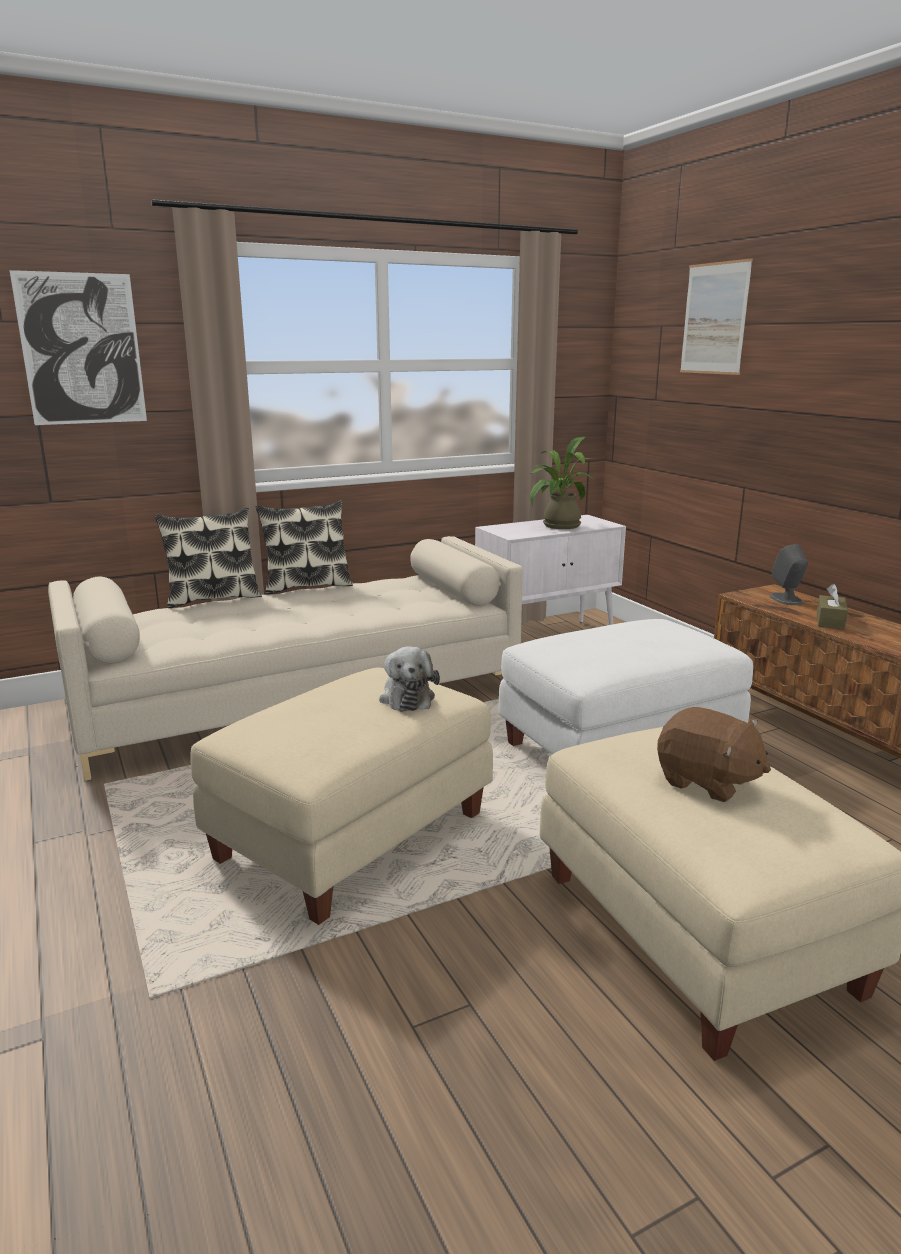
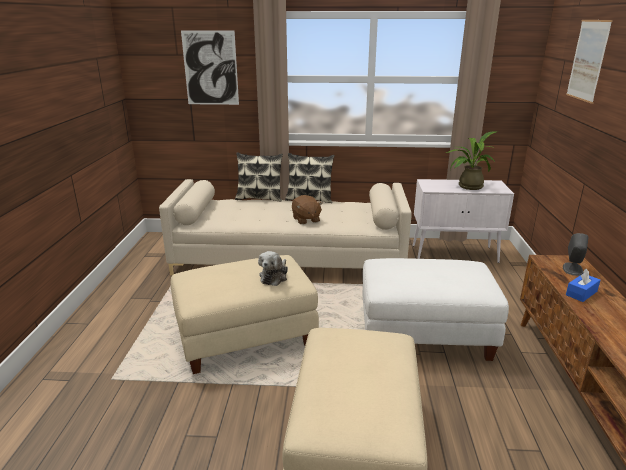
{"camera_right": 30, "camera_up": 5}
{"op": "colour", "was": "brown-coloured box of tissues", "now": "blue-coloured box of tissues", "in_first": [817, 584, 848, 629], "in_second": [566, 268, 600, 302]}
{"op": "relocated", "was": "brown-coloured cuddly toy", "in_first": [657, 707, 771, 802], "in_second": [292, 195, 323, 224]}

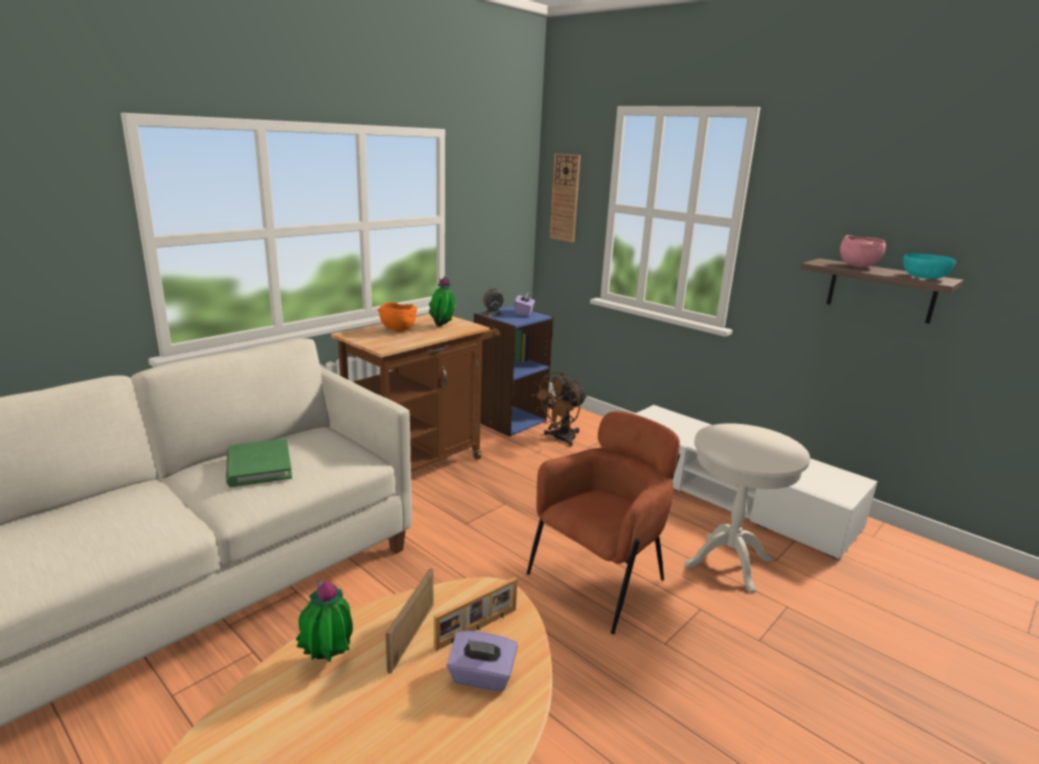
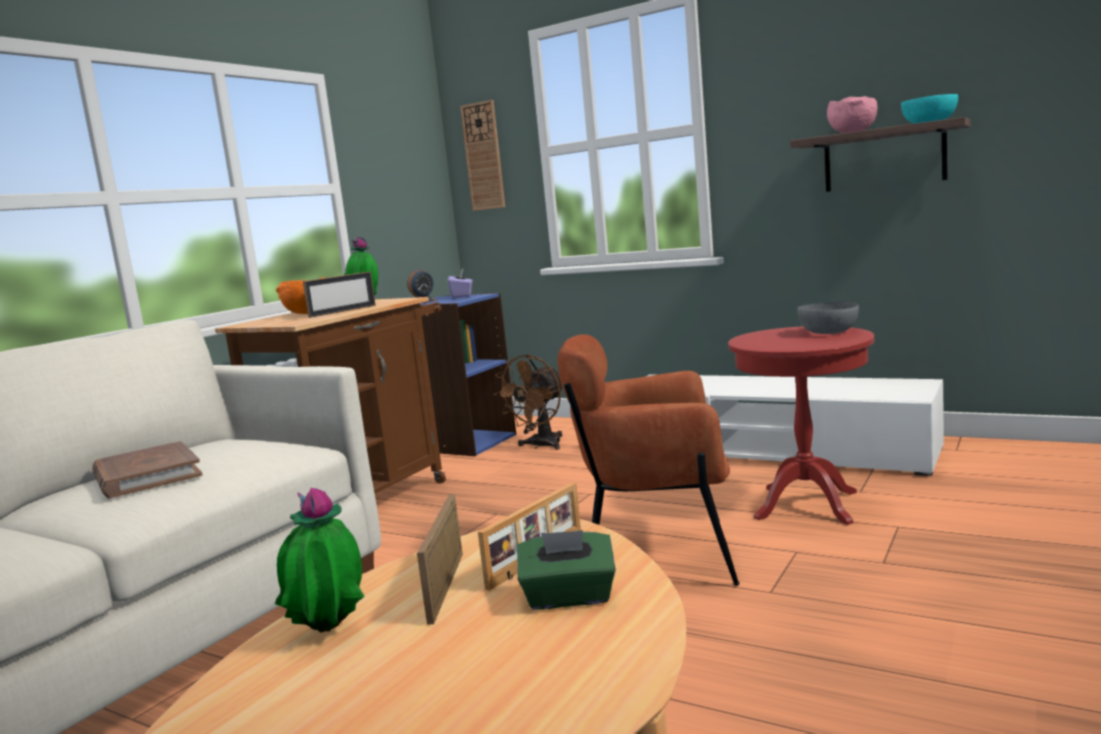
{"camera_right": -10, "camera_up": -10}
{"op": "spun", "was": "brown-coloured easy chair", "in_first": [526, 411, 680, 634], "in_second": [558, 334, 740, 586], "clockwise": -120}
{"op": "colour", "was": "whitish end table", "now": "red end table", "in_first": [684, 423, 810, 593], "in_second": [728, 326, 874, 525]}
{"op": "colour", "was": "green-coloured bound book", "now": "brown-coloured bound book", "in_first": [226, 438, 292, 487], "in_second": [92, 441, 203, 499]}
{"op": "colour", "was": "purple box of tissues", "now": "green-coloured box of tissues", "in_first": [447, 631, 518, 691], "in_second": [517, 530, 616, 610]}
{"op": "appeared", "now": "standing frame", "in_second": [303, 271, 376, 318]}
{"op": "appeared", "now": "grey bowl", "in_second": [797, 302, 859, 334]}

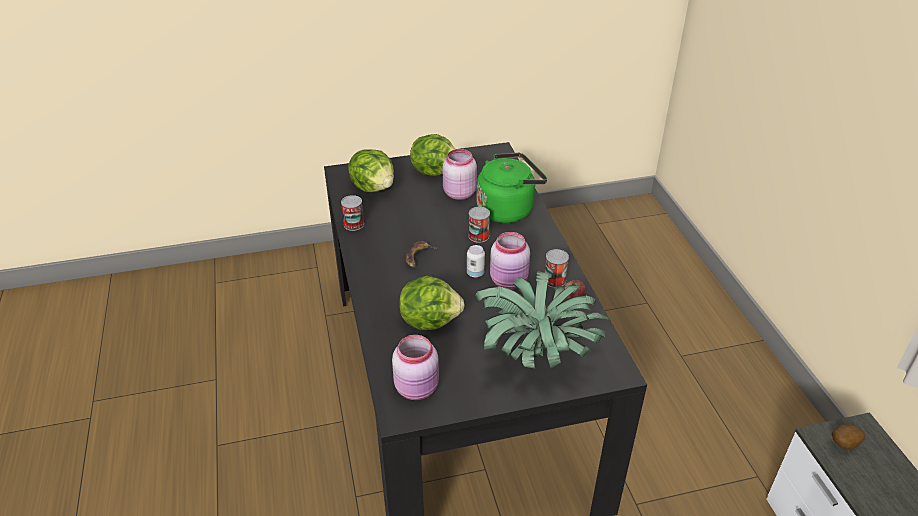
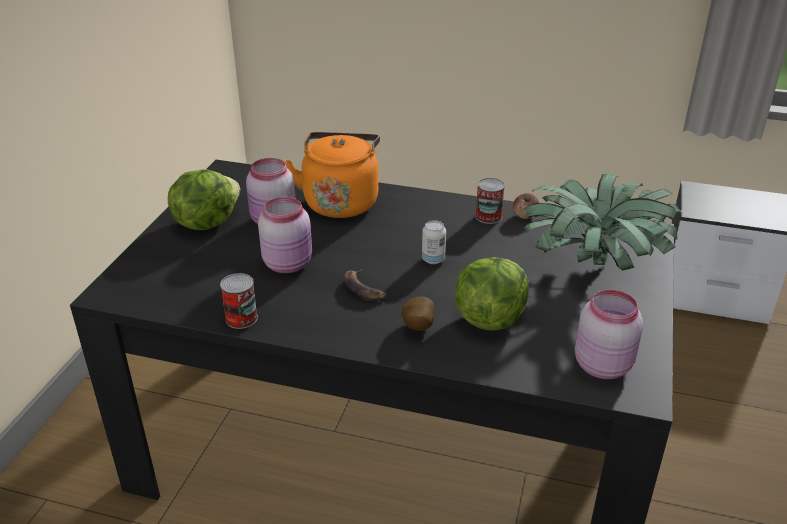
{"camera_right": -60, "camera_up": -5}
{"op": "missing", "was": "lettuce head", "in_first": [348, 149, 394, 192]}
{"op": "colour", "was": "green-coloured tea kettle", "now": "orange-coloured tea kettle", "in_first": [477, 153, 547, 223], "in_second": [285, 132, 380, 218]}
{"op": "missing", "was": "can", "in_first": [469, 207, 490, 243]}
{"op": "relocated", "was": "pink-coloured storage jar", "in_first": [490, 232, 530, 289], "in_second": [258, 197, 312, 273]}
{"op": "relocated", "was": "spud", "in_first": [832, 424, 865, 449], "in_second": [401, 296, 435, 330]}

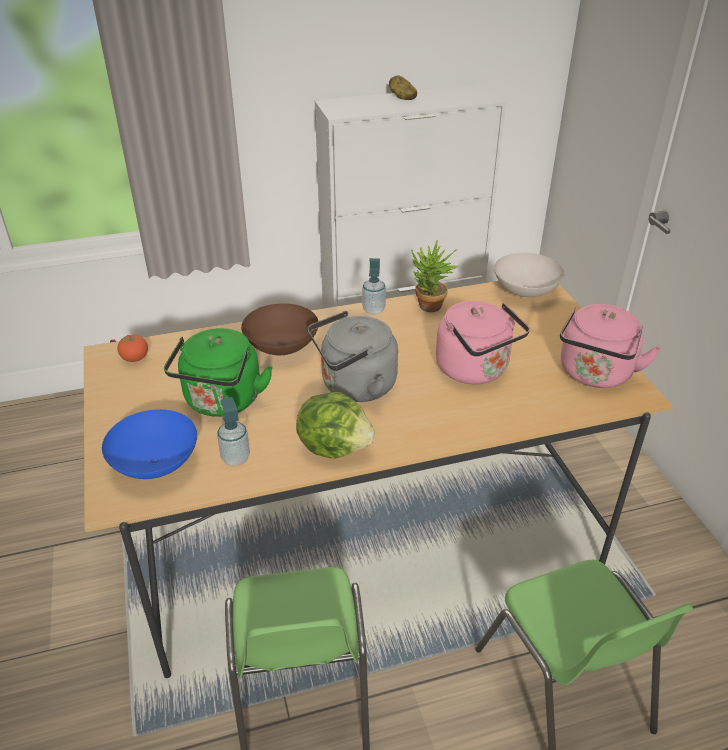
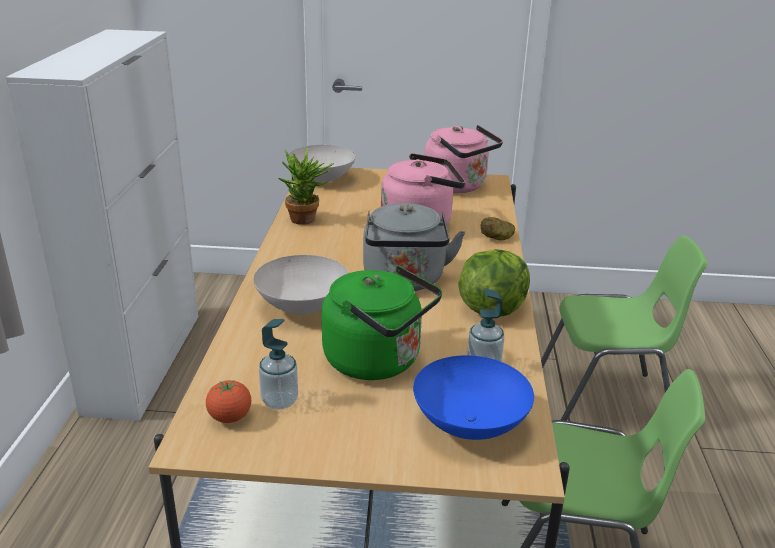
{"camera_right": -70, "camera_up": -10}
{"op": "relocated", "was": "spud", "in_first": [389, 75, 417, 100], "in_second": [481, 217, 515, 240]}
{"op": "relocated", "was": "liquid soap bottle", "in_first": [362, 258, 386, 315], "in_second": [259, 319, 298, 410]}
{"op": "colour", "was": "brown-coloured bowl", "now": "whitish bowl", "in_first": [241, 303, 318, 355], "in_second": [253, 255, 349, 315]}

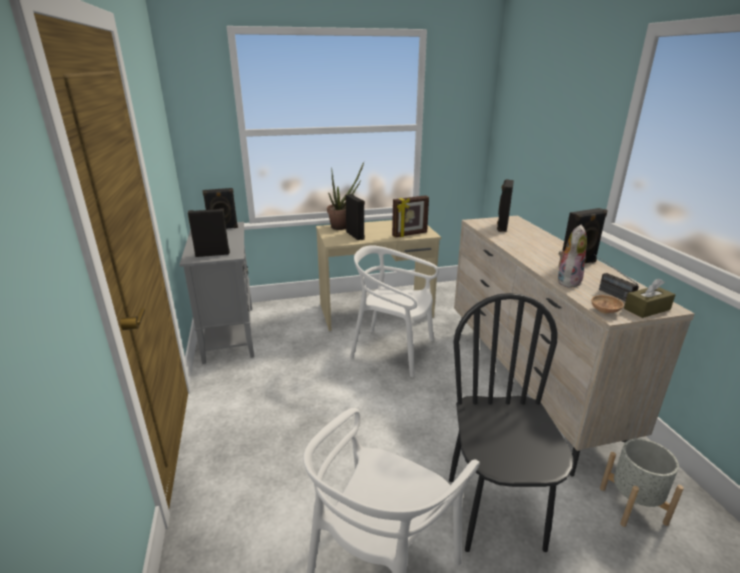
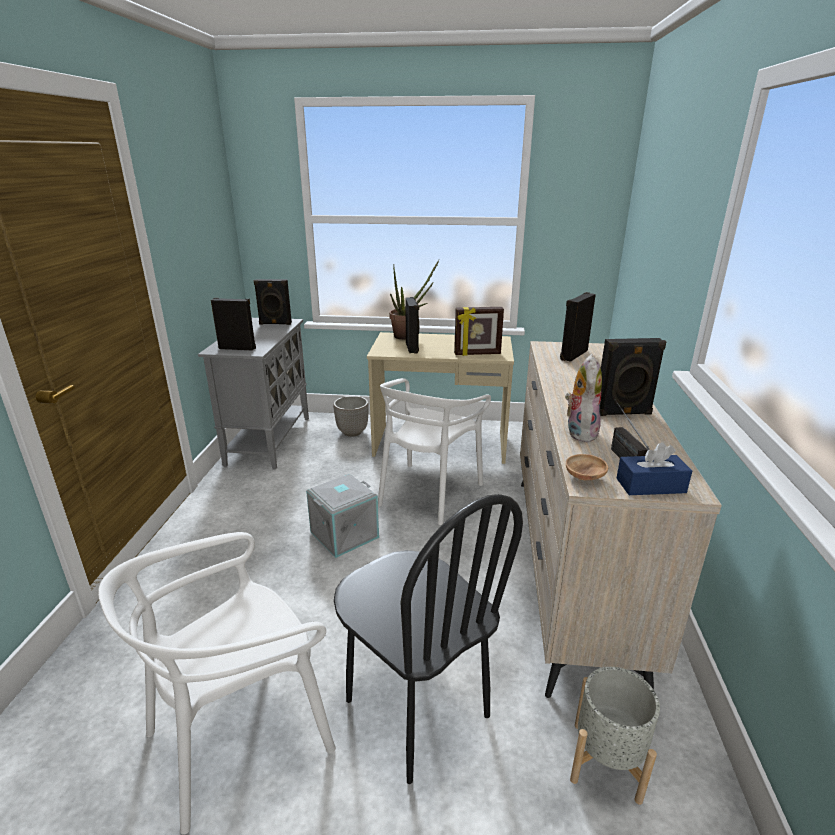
{"camera_right": 20, "camera_up": 0}
{"op": "spun", "was": "cuddly toy", "in_first": [558, 225, 587, 288], "in_second": [565, 354, 602, 442], "clockwise": -45}
{"op": "spun", "was": "whitish upright chair", "in_first": [350, 245, 439, 377], "in_second": [378, 378, 491, 525], "clockwise": -105}
{"op": "colour", "was": "brown-coloured box of tissues", "now": "blue-coloured box of tissues", "in_first": [624, 278, 675, 318], "in_second": [616, 442, 692, 495]}
{"op": "spun", "was": "blackish upright chair", "in_first": [449, 293, 574, 552], "in_second": [334, 494, 523, 784], "clockwise": 120}
{"op": "appeared", "now": "plant pot", "in_second": [333, 396, 369, 437]}
{"op": "appeared", "now": "grey storage bin", "in_second": [306, 474, 379, 558]}

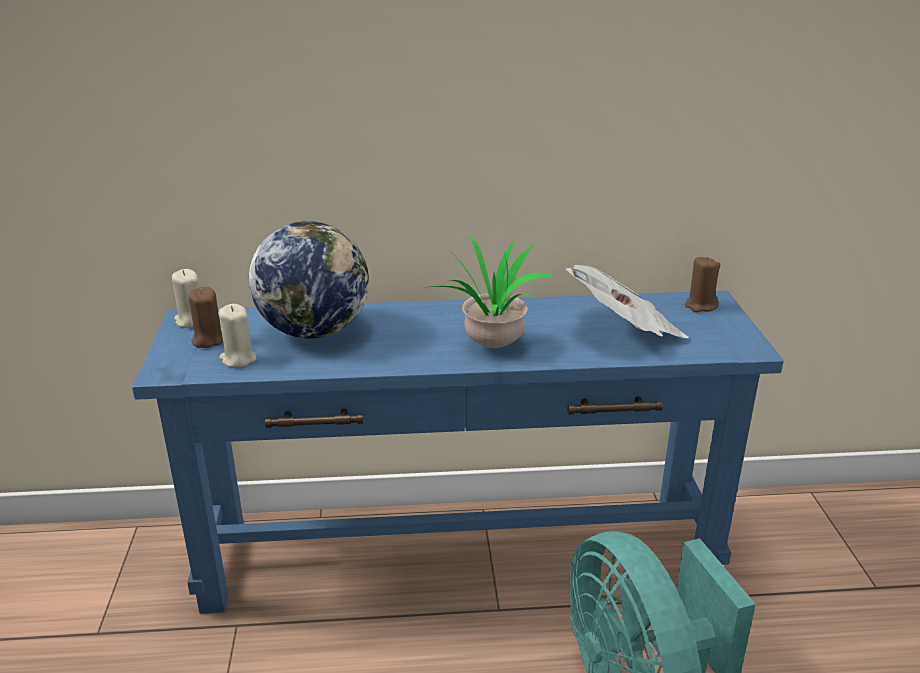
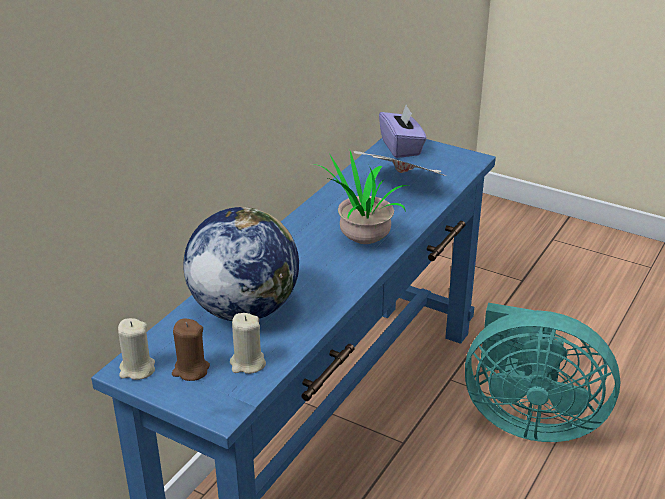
{"camera_right": -55, "camera_up": 5}
{"op": "exchanged", "was": "brown-coloured wax light", "now": "purple box of tissues", "in_first": [685, 256, 720, 313], "in_second": [379, 105, 427, 158]}

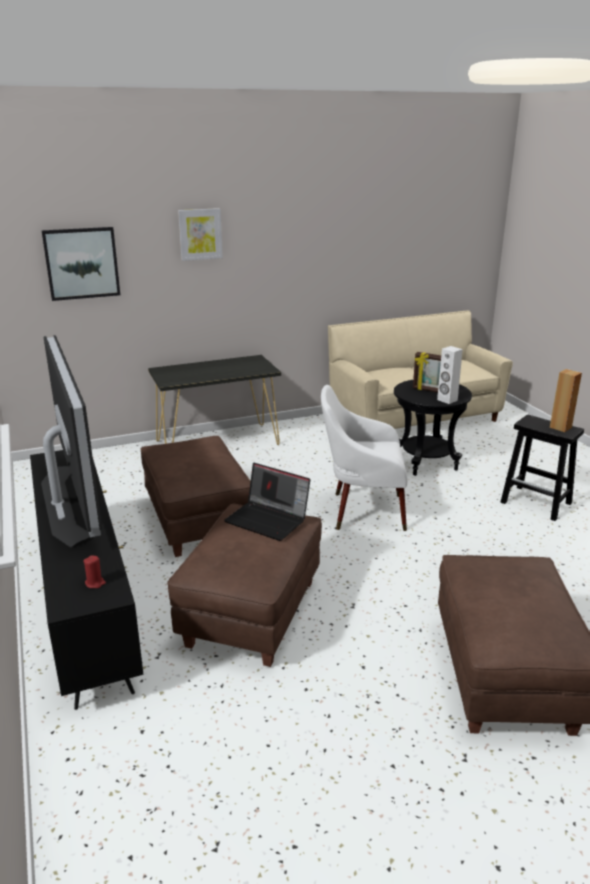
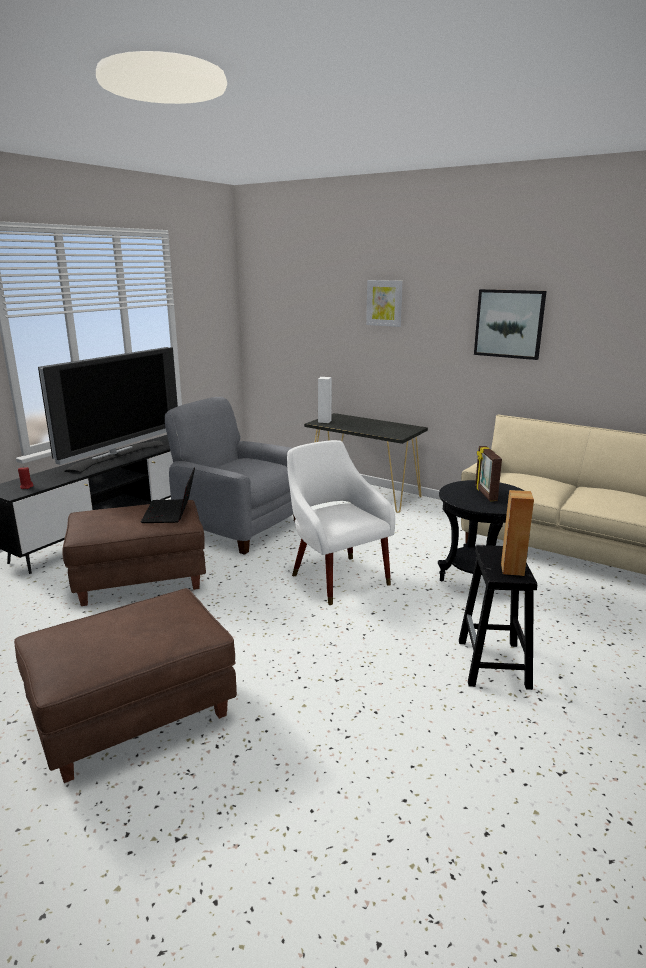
{"camera_right": 55, "camera_up": -5}
{"op": "relocated", "was": "picture", "in_first": [41, 227, 120, 301], "in_second": [474, 289, 547, 360]}
{"op": "relocated", "was": "whitish loudspeaker", "in_first": [437, 346, 463, 404], "in_second": [318, 377, 332, 423]}
{"op": "exchanged", "was": "brown-coloured footrest", "now": "grey easy chair", "in_first": [141, 436, 253, 557], "in_second": [165, 397, 296, 555]}

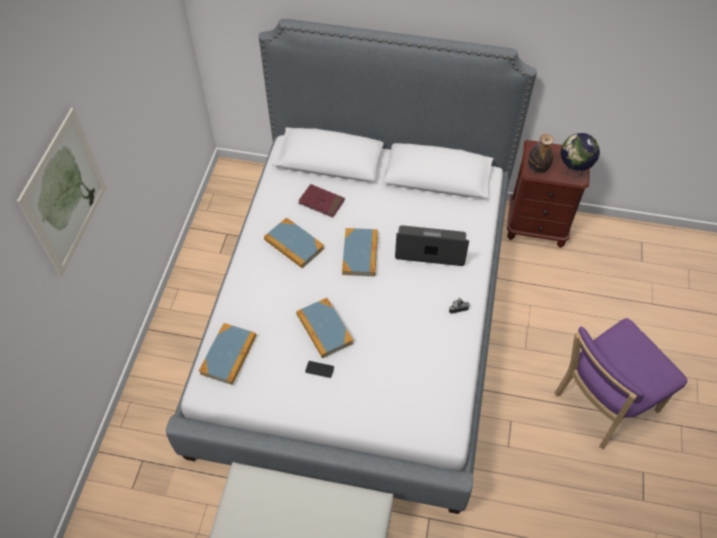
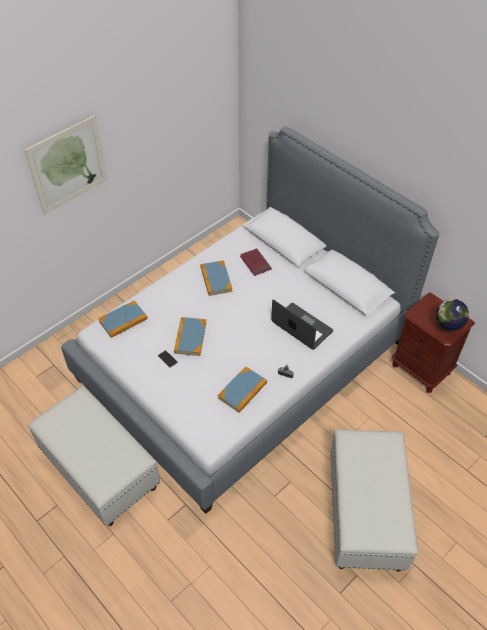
{"camera_right": 35, "camera_up": -5}
{"op": "missing", "was": "drink bottle", "in_first": [528, 134, 553, 173]}
{"op": "relocated", "was": "bound book", "in_first": [342, 228, 378, 276], "in_second": [218, 366, 267, 413]}
{"op": "exchanged", "was": "purple upright chair", "now": "whitish footrest", "in_first": [555, 318, 688, 449], "in_second": [330, 429, 419, 572]}

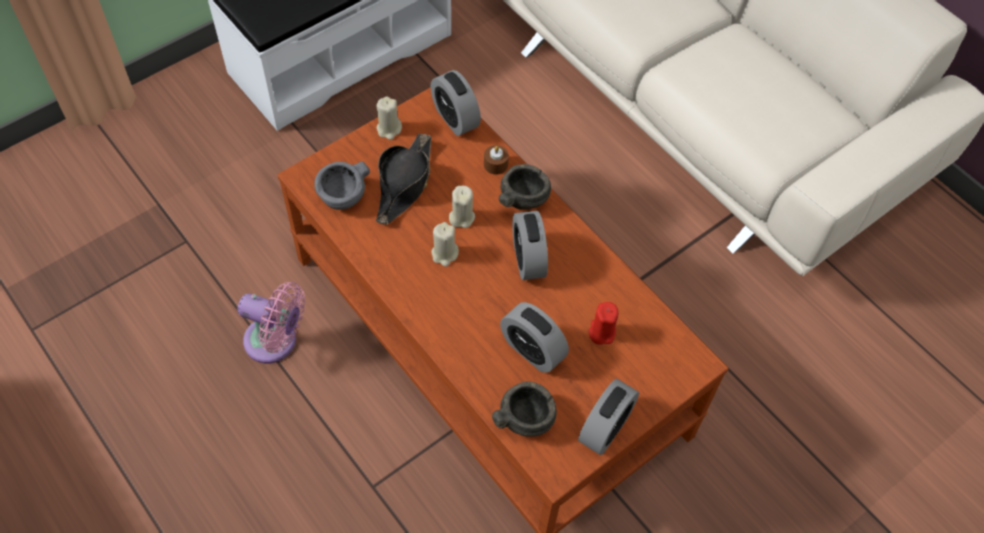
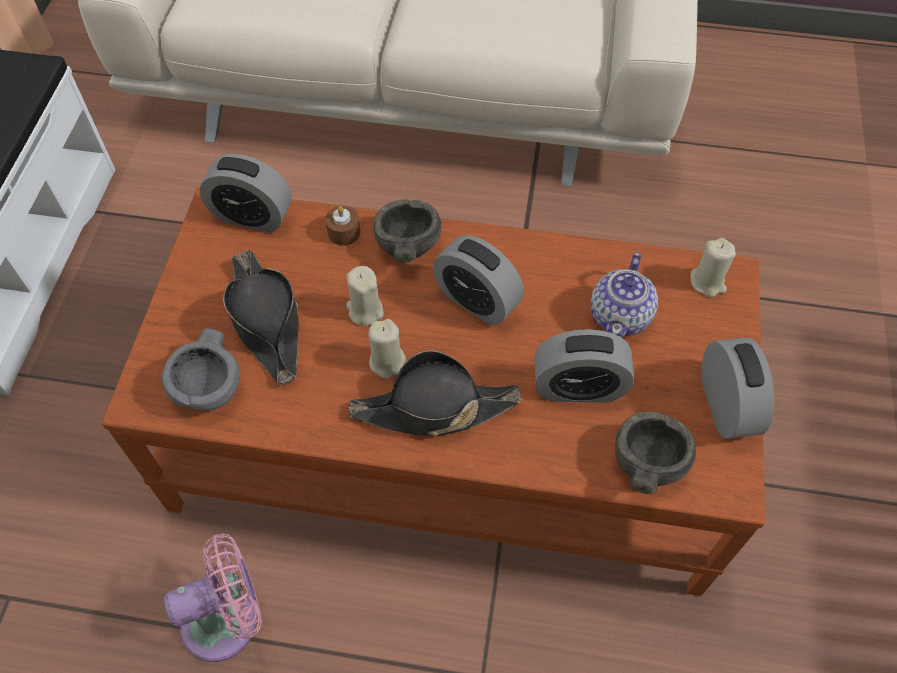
{"camera_right": -40, "camera_up": 0}
{"op": "relocated", "was": "beige-coloured wax light", "in_first": [377, 96, 402, 140], "in_second": [691, 238, 736, 297]}
{"op": "exchanged", "was": "red wax light", "now": "pot for tea", "in_first": [589, 302, 619, 345], "in_second": [590, 252, 658, 338]}
{"op": "appeared", "now": "blackish hat", "in_second": [349, 350, 521, 436]}

